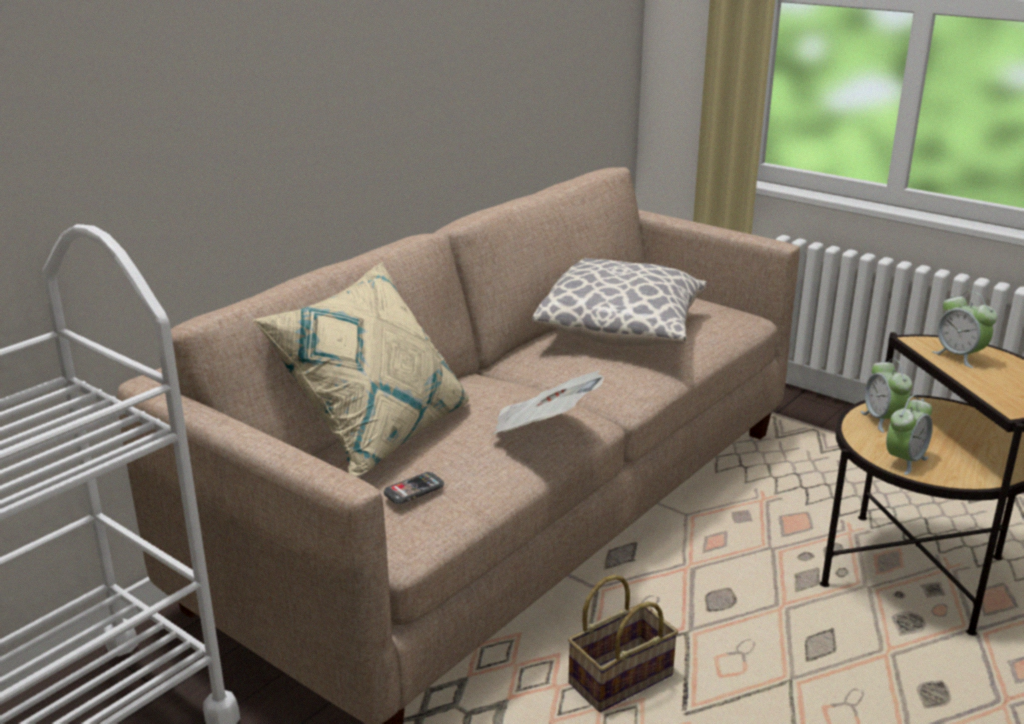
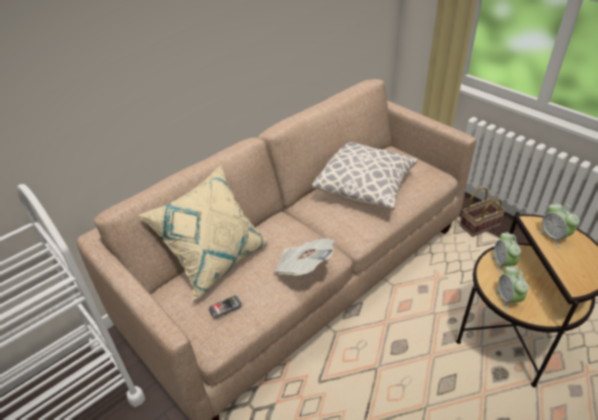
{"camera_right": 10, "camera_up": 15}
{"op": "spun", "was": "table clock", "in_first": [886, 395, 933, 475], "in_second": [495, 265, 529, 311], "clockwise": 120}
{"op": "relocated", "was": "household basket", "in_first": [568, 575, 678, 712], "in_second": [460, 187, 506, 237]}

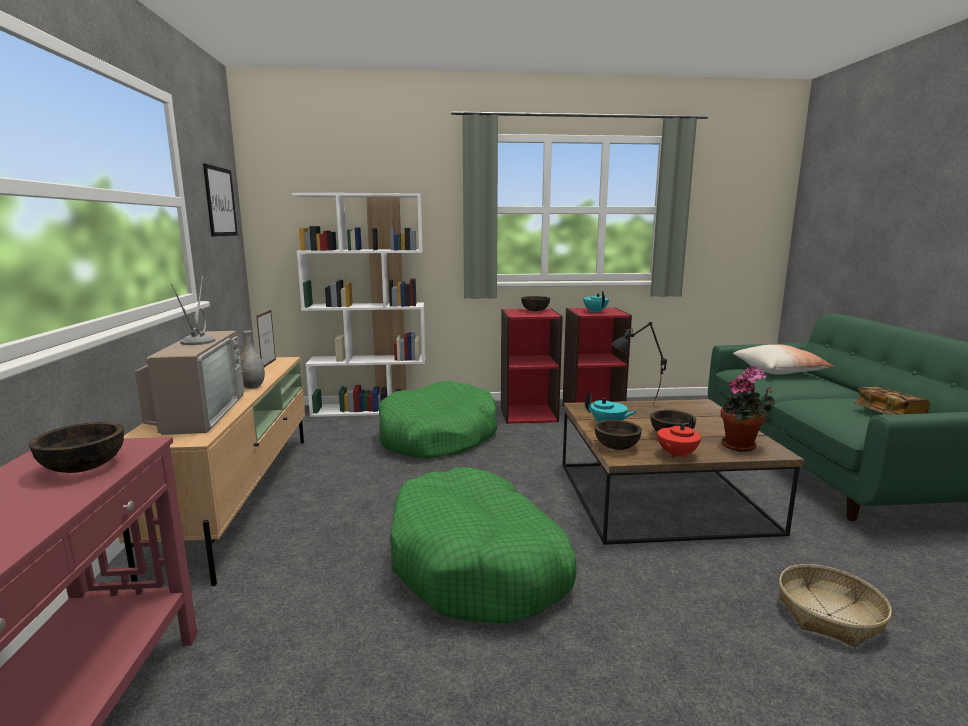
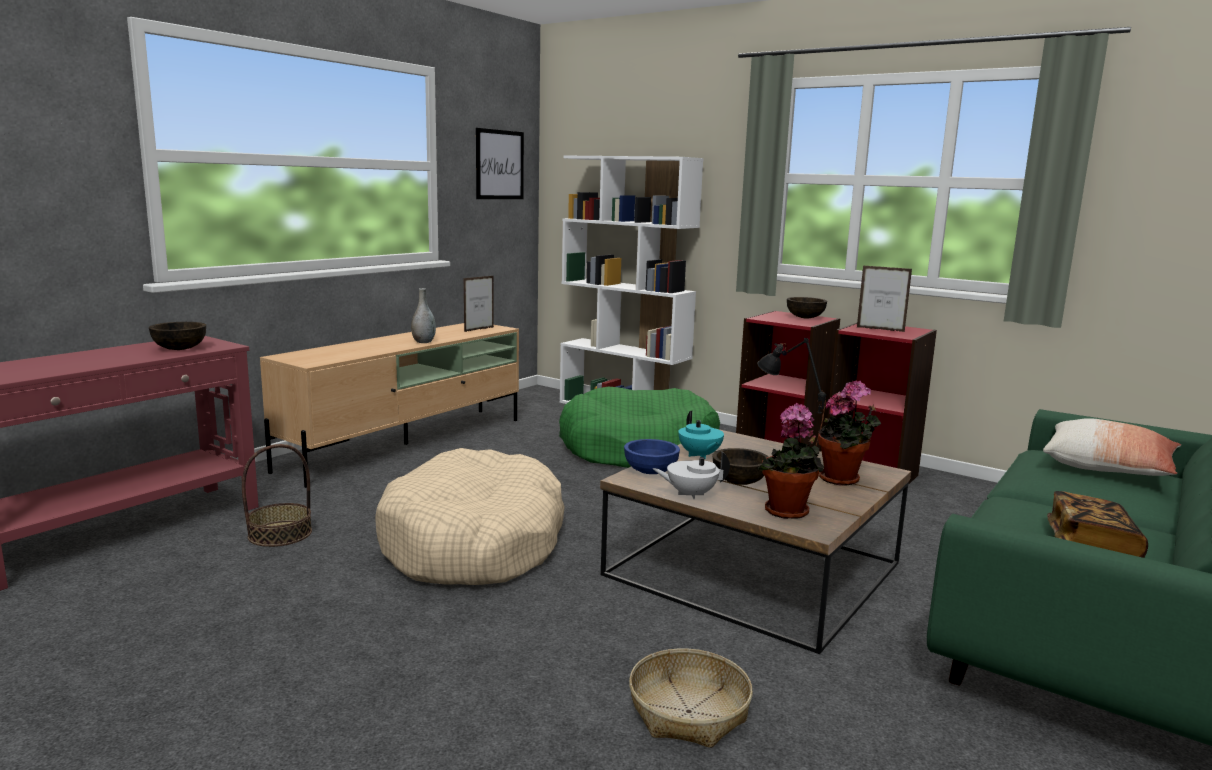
{"camera_right": 40, "camera_up": 0}
{"op": "missing", "was": "television", "in_first": [135, 276, 244, 435]}
{"op": "exchanged", "was": "turquoise pot for tea", "now": "standing frame", "in_first": [583, 291, 609, 313], "in_second": [857, 265, 912, 332]}
{"op": "colour", "was": "red pot for tea", "now": "whitish pot for tea", "in_first": [657, 415, 701, 458], "in_second": [653, 452, 730, 499]}
{"op": "colour", "was": "brown-coloured bowl", "now": "blue-coloured bowl", "in_first": [595, 420, 642, 450], "in_second": [624, 439, 680, 474]}
{"op": "colour", "was": "green-coloured pet bed", "now": "beige-coloured pet bed", "in_first": [390, 468, 577, 624], "in_second": [375, 448, 565, 585]}
{"op": "appeared", "now": "potted plant", "in_second": [818, 381, 881, 486]}
{"op": "appeared", "now": "household basket", "in_second": [242, 444, 312, 547]}

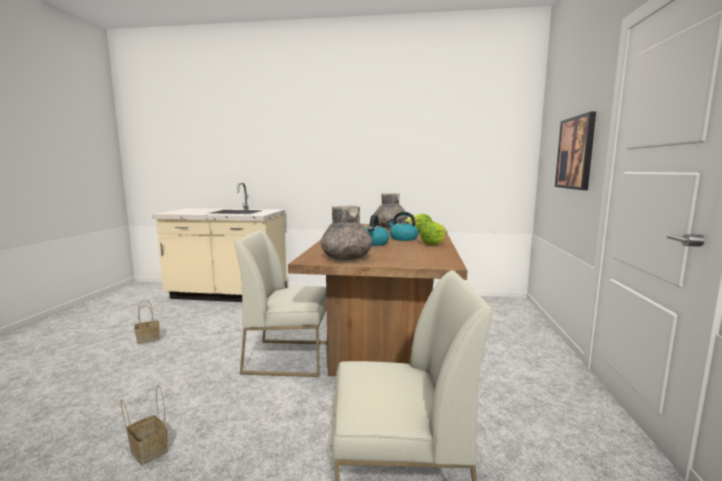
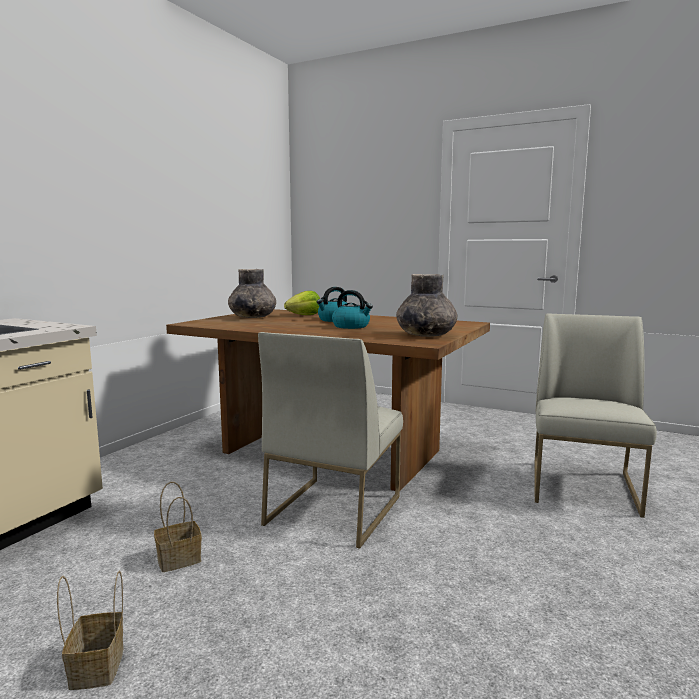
{"camera_right": -70, "camera_up": 0}
{"op": "missing", "was": "picture", "in_first": [555, 112, 596, 190]}
{"op": "missing", "was": "lettuce head", "in_first": [420, 222, 447, 245]}
{"op": "relocated", "was": "household basket", "in_first": [121, 385, 168, 465], "in_second": [154, 482, 202, 572]}

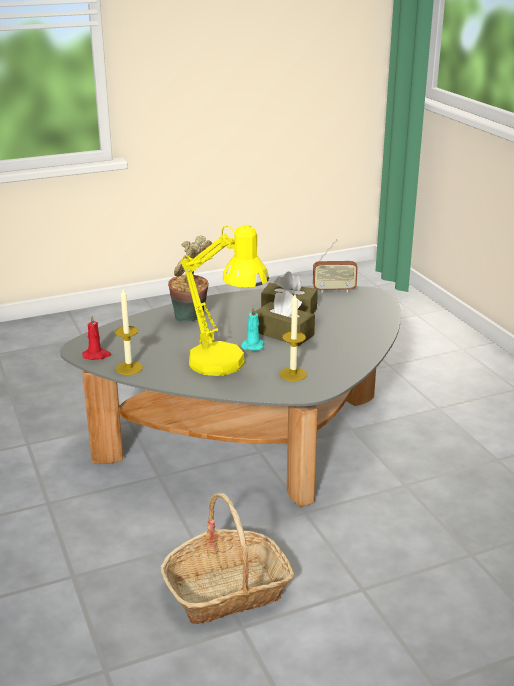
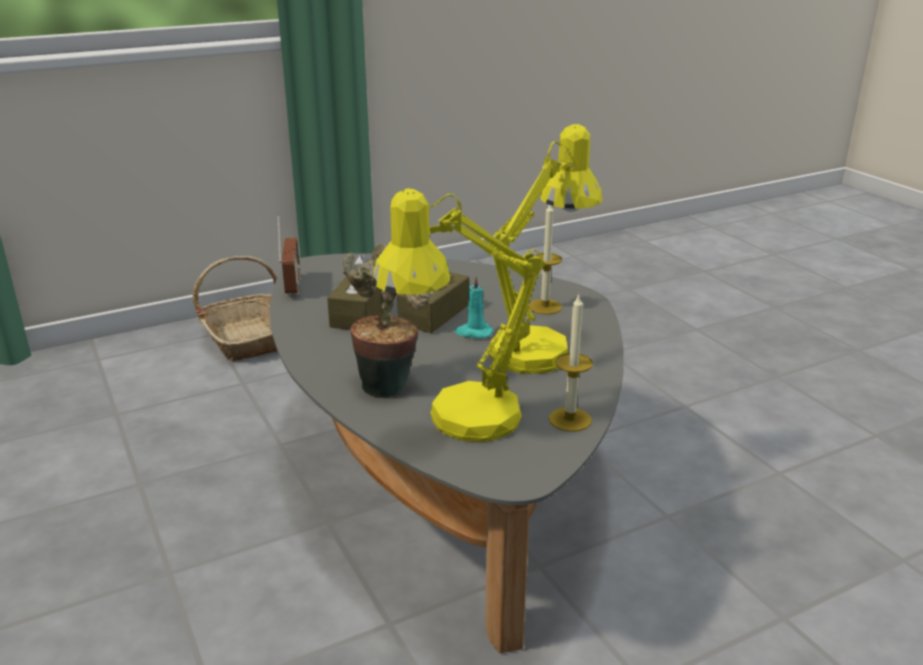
{"camera_right": -95, "camera_up": 0}
{"op": "missing", "was": "red wax light", "in_first": [82, 315, 111, 360]}
{"op": "relocated", "was": "household basket", "in_first": [161, 493, 295, 624], "in_second": [193, 256, 277, 361]}
{"op": "appeared", "now": "yellow-coloured lamp for a table", "in_second": [373, 188, 545, 442]}

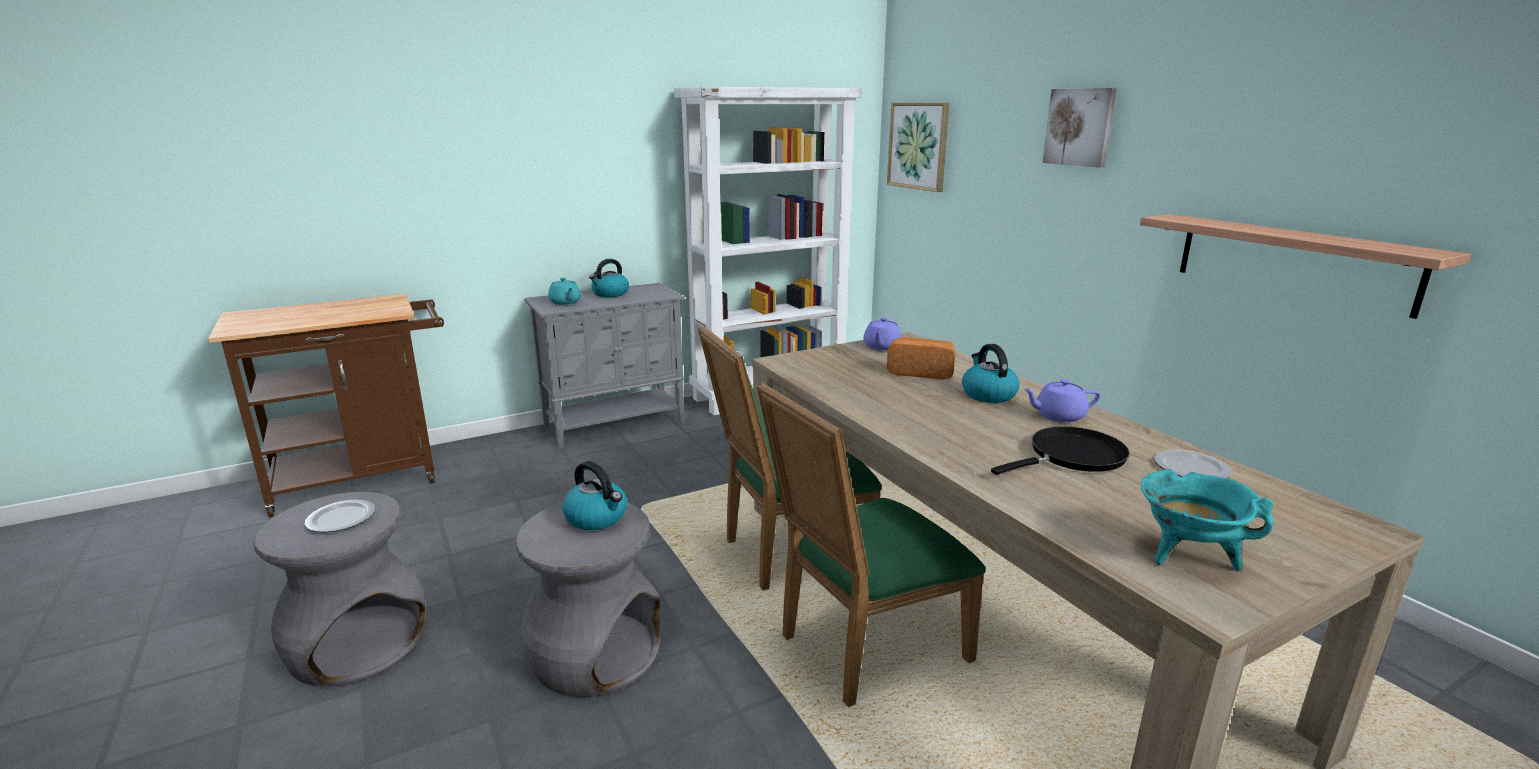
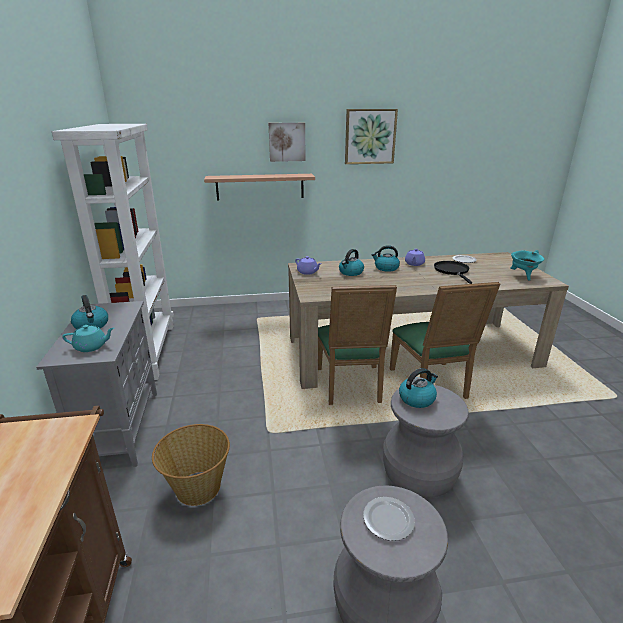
{"camera_right": -70, "camera_up": 5}
{"op": "relocated", "was": "picture", "in_first": [887, 103, 949, 192], "in_second": [345, 109, 398, 164]}
{"op": "relocated", "was": "bracket shelf", "in_first": [1140, 214, 1472, 319], "in_second": [204, 174, 315, 200]}
{"op": "exchanged", "was": "bakery bread", "now": "tea kettle", "in_first": [886, 337, 955, 380], "in_second": [339, 249, 364, 276]}
{"op": "appeared", "now": "household basket", "in_second": [152, 424, 230, 506]}

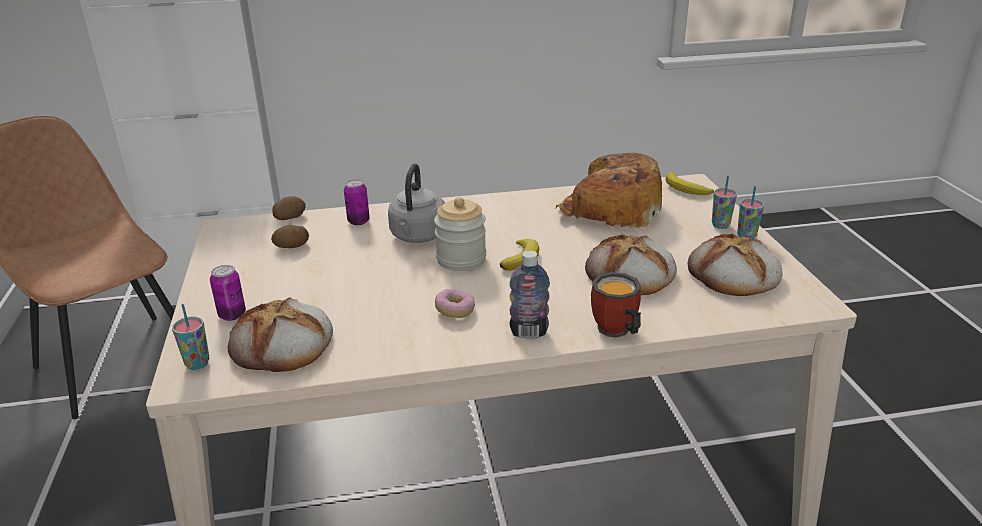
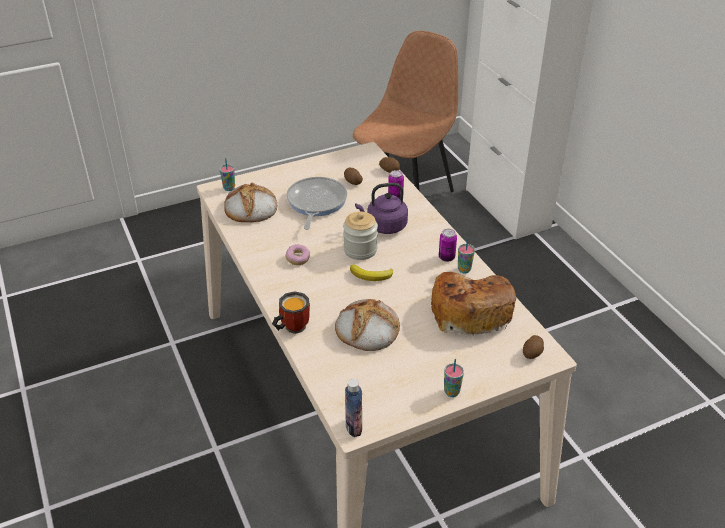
{"camera_right": 75, "camera_up": 10}
{"op": "colour", "was": "grey tea kettle", "now": "purple tea kettle", "in_first": [388, 164, 445, 243], "in_second": [355, 183, 408, 234]}
{"op": "exchanged", "was": "banana", "now": "spud", "in_first": [665, 172, 714, 195], "in_second": [523, 335, 544, 359]}
{"op": "relocated", "was": "small cup", "in_first": [712, 176, 737, 229], "in_second": [458, 238, 475, 273]}
{"op": "missing", "was": "bakery bread", "in_first": [688, 233, 782, 296]}
{"op": "relocated", "was": "drink bottle", "in_first": [509, 250, 550, 338], "in_second": [345, 379, 362, 437]}
{"op": "relocated", "was": "can", "in_first": [210, 265, 246, 321], "in_second": [439, 229, 457, 262]}
{"op": "appeared", "now": "pan", "in_second": [286, 177, 347, 230]}

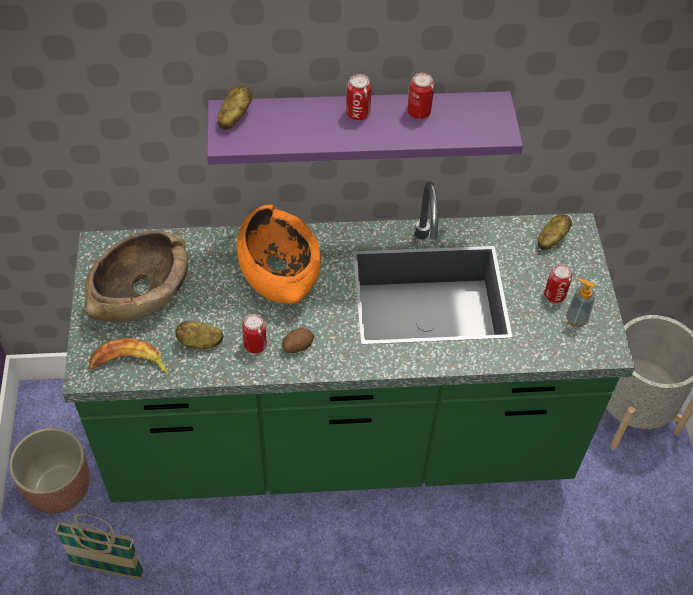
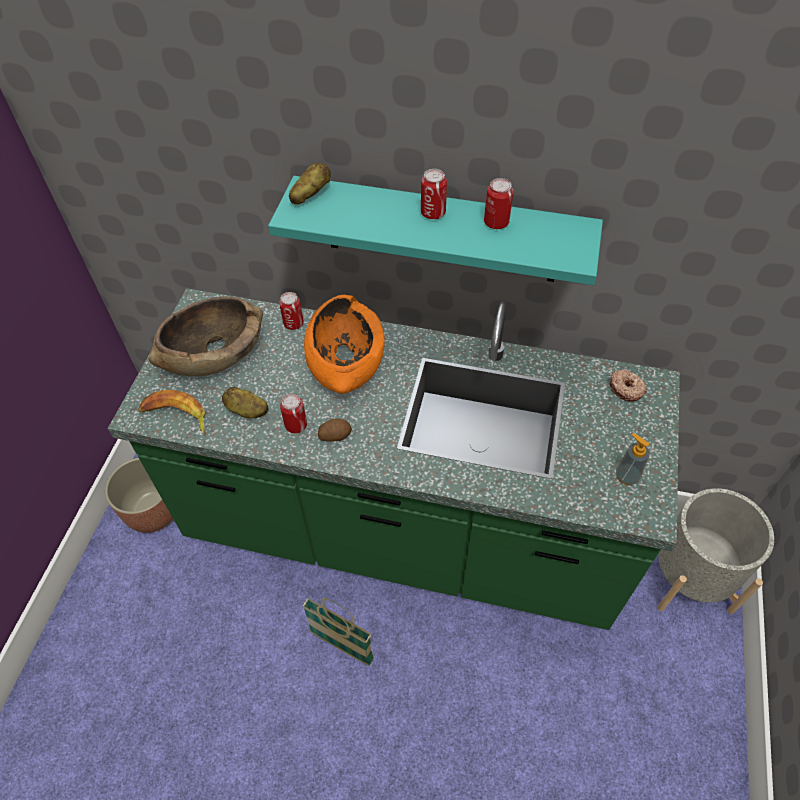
{"camera_right": 20, "camera_up": 0}
{"op": "colour", "was": "purple bracket shelf", "now": "turquoise bracket shelf", "in_first": [207, 91, 523, 164], "in_second": [268, 176, 603, 285]}
{"op": "exchanged", "was": "spud", "now": "donut", "in_first": [538, 214, 572, 250], "in_second": [610, 369, 647, 402]}
{"op": "relocated", "was": "can", "in_first": [544, 264, 572, 303], "in_second": [279, 292, 304, 330]}
{"op": "relocated", "was": "household basket", "in_first": [55, 514, 144, 579], "in_second": [302, 598, 374, 666]}

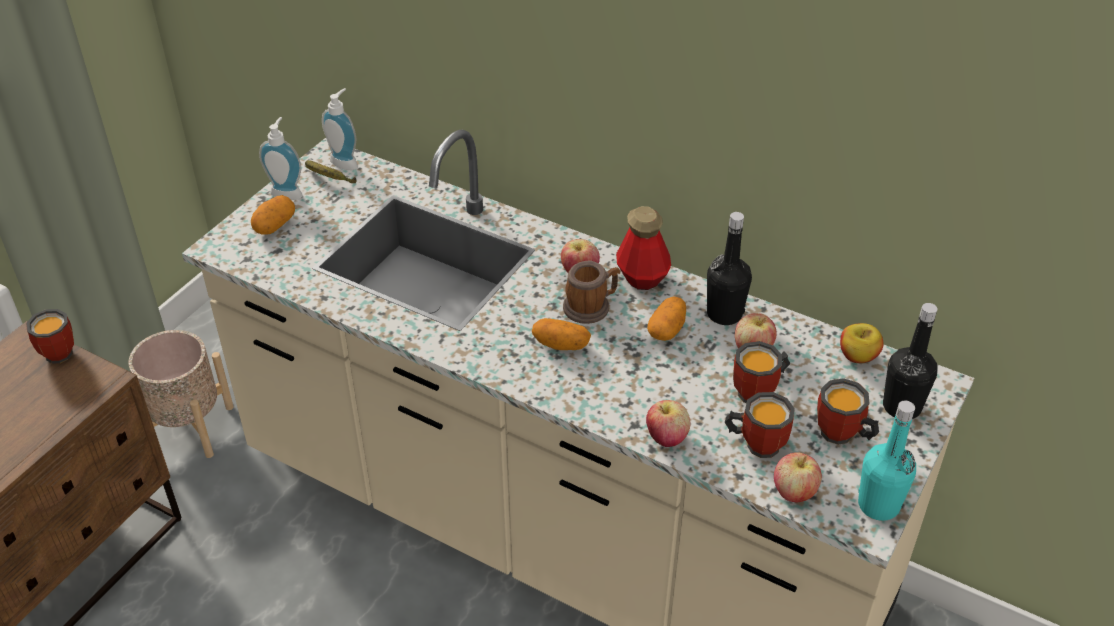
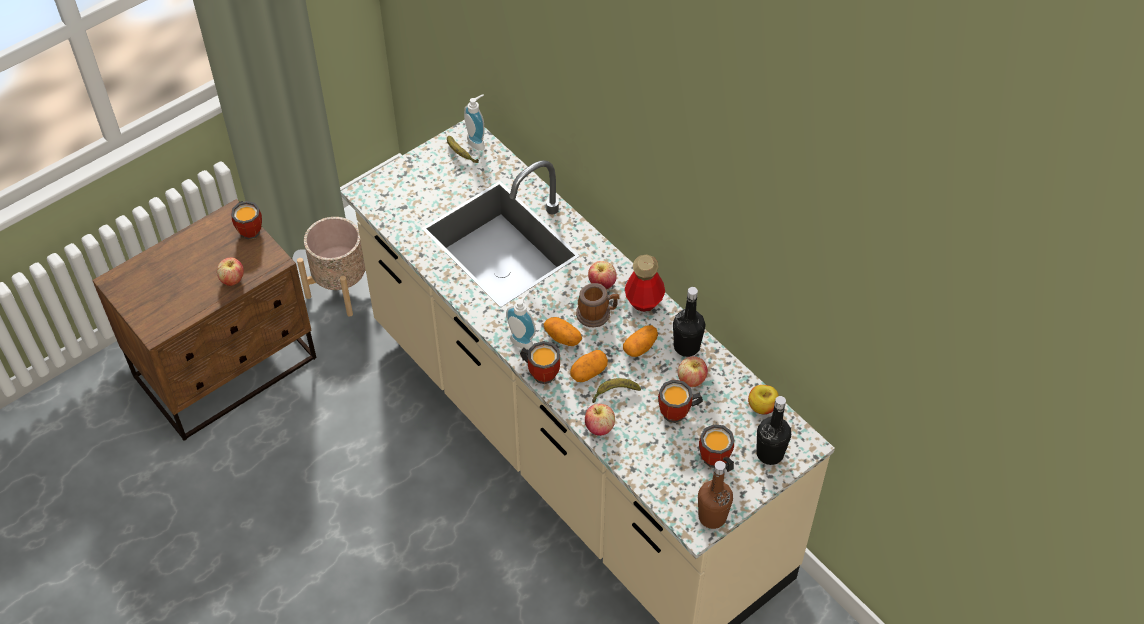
{"camera_right": 20, "camera_up": 10}
{"op": "relocated", "was": "liquid soap bottle", "in_first": [259, 117, 302, 200], "in_second": [506, 292, 536, 350]}
{"op": "relocated", "was": "spud", "in_first": [251, 195, 295, 235], "in_second": [570, 350, 608, 382]}
{"op": "relocated", "was": "tea mug", "in_first": [725, 392, 795, 458], "in_second": [520, 341, 560, 384]}
{"op": "colour", "was": "turquoise drink bottle", "now": "brown-coloured drink bottle", "in_first": [858, 401, 916, 521], "in_second": [698, 461, 733, 529]}
{"op": "relocated", "was": "apple fruit", "in_first": [774, 452, 822, 502], "in_second": [217, 258, 244, 286]}
{"op": "appeared", "now": "banana", "in_second": [592, 378, 641, 403]}

